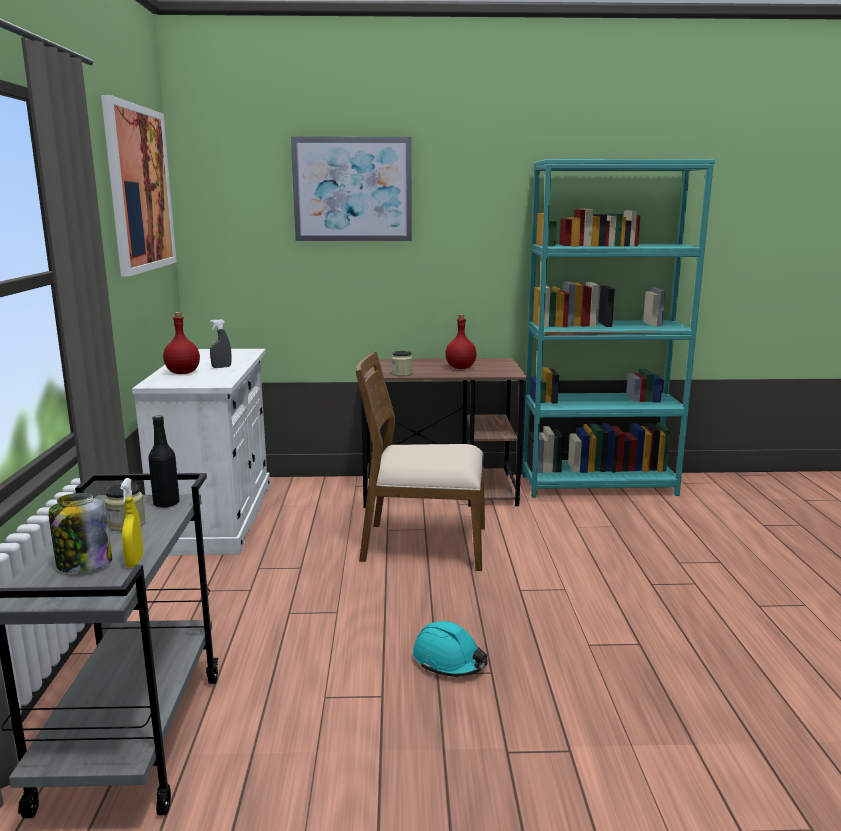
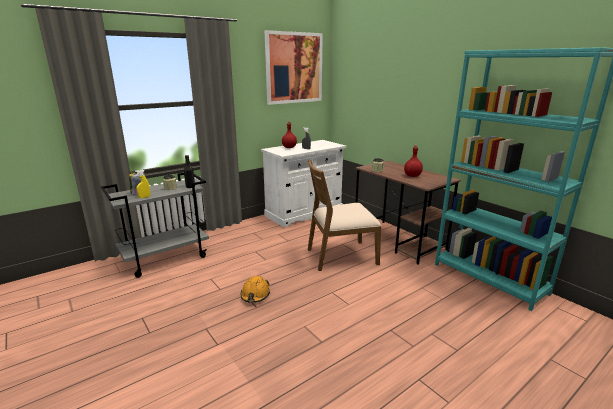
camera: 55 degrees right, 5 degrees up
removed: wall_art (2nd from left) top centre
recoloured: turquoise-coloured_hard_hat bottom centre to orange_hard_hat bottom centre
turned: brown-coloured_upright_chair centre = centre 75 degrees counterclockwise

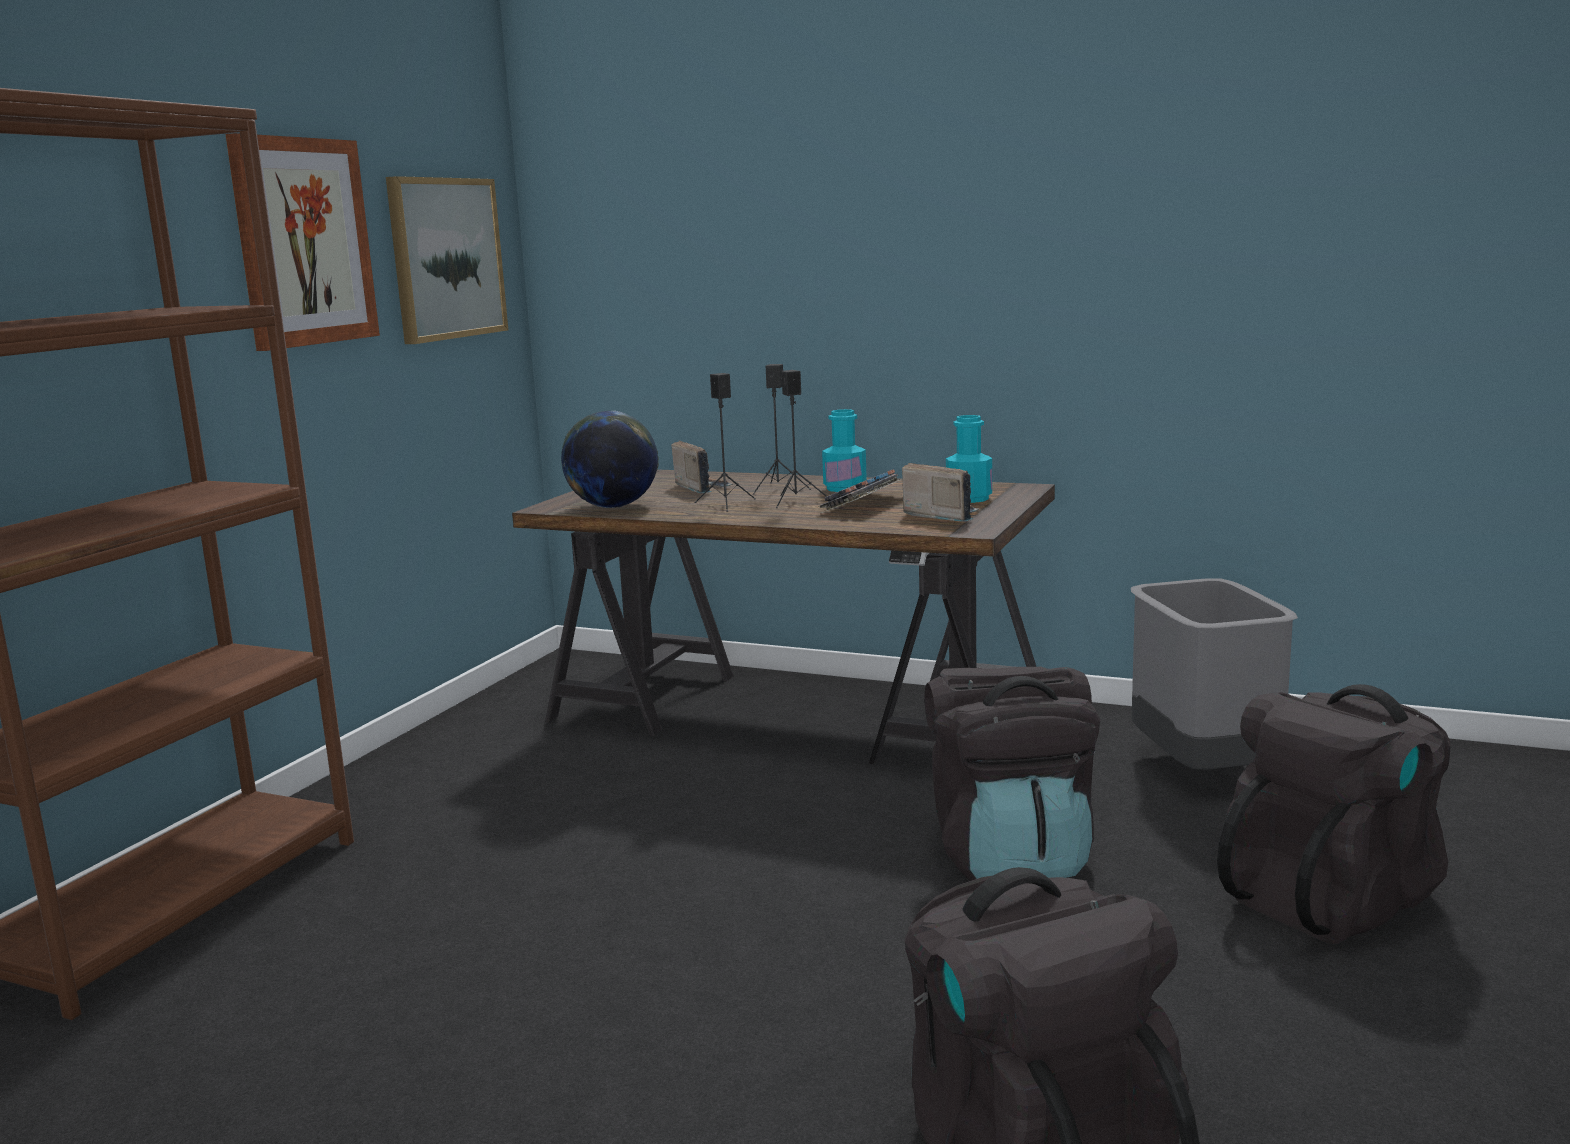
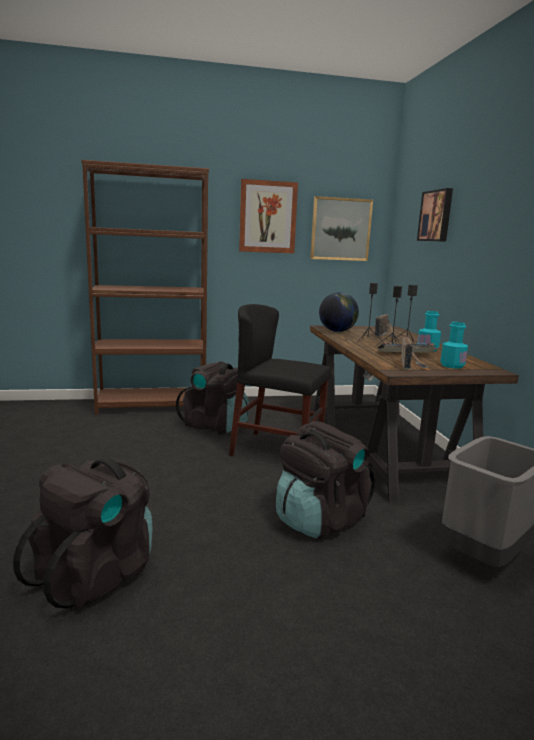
camera: 55 degrees right, 0 degrees up
added: blackish_upright_chair centre; wall_art (3rd from left) top right
moved: blackish_knapsack (3rd from left in the first image) bottom right to blackish_knapsack (2nd from left) centre

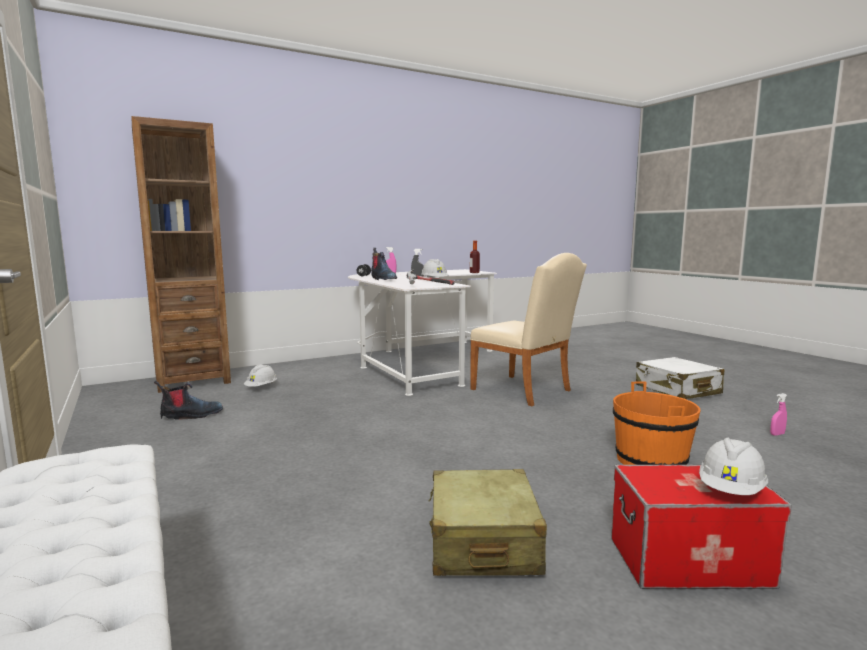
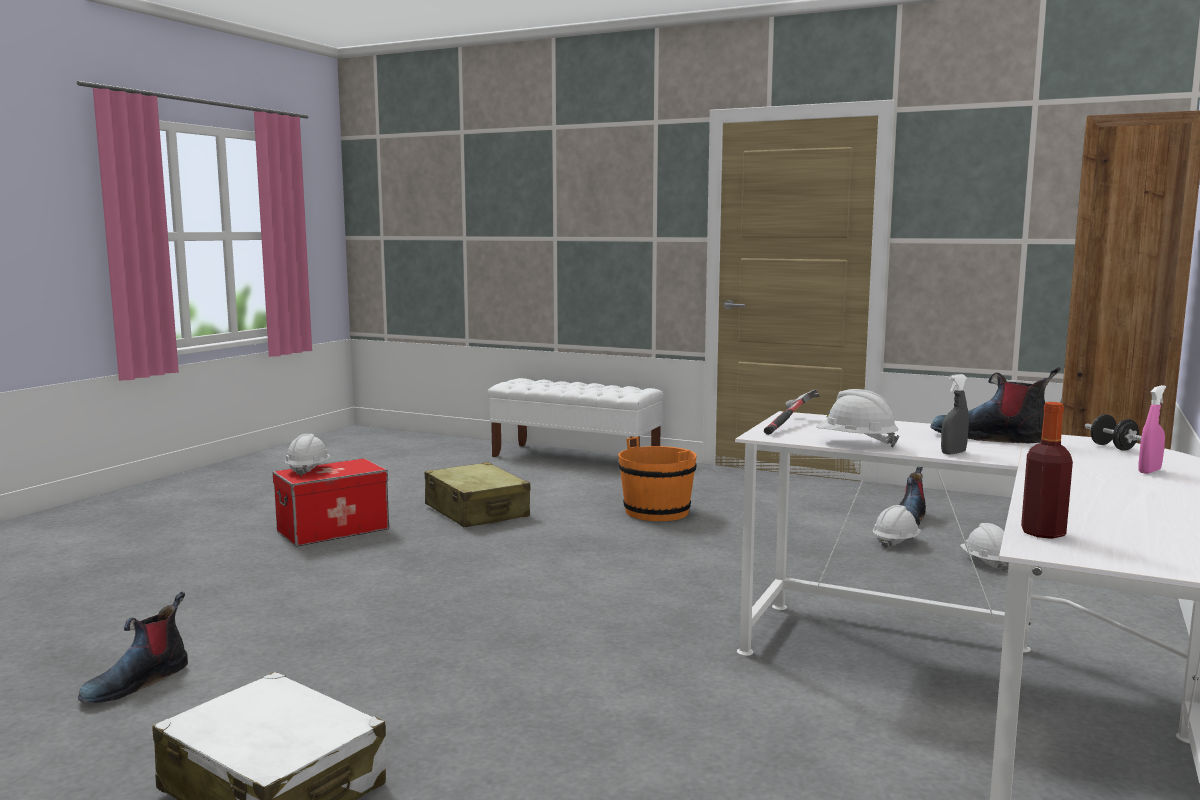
camera: 145 degrees right, 0 degrees up
removed: sand-coloured_upright_chair centre
added: white_hard_hat (3rd from left) middle right
moved: orange_pail middle right to centre
replaced: pink-coloured_spray_bottle (2nd from left) middle right to boot (1st from left) bottom left

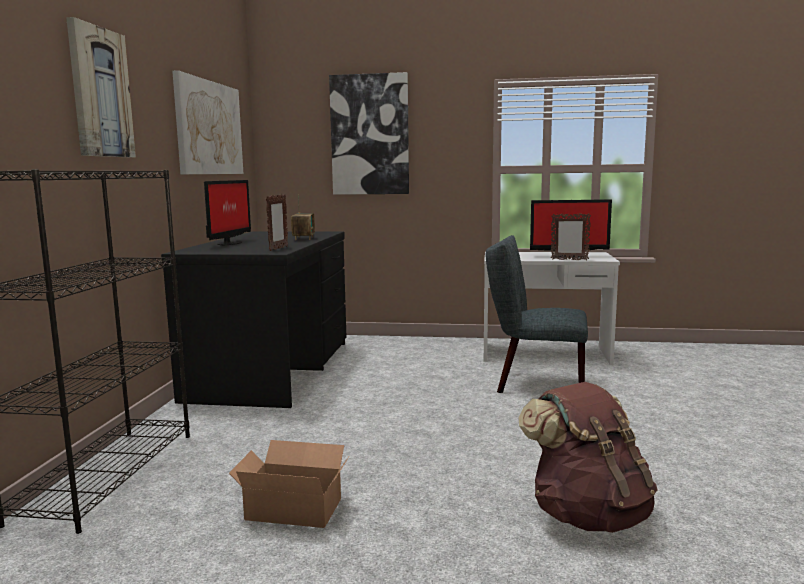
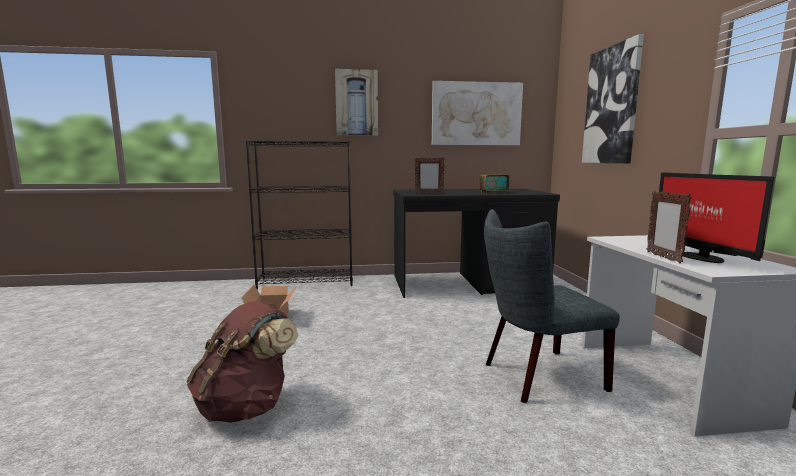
camera: 75 degrees right, 0 degrees up
removed: computer_display (1st from left) middle left
turned: grey_upright_chair middle right = middle right 105 degrees counterclockwise

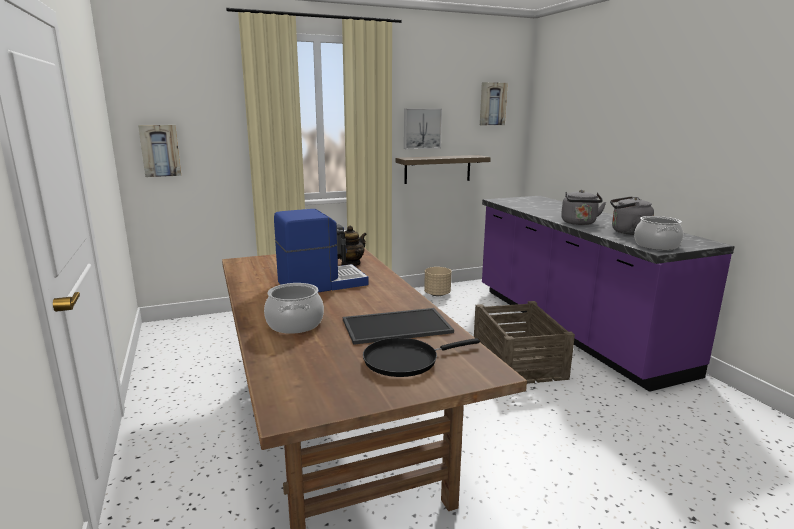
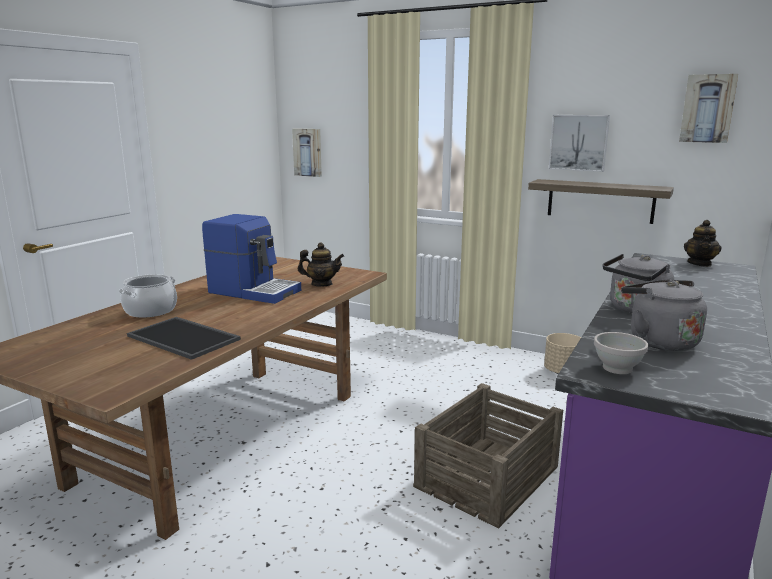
camera: 50 degrees right, 0 degrees up
removed: blackish_pan bottom centre
added: tea_pot (2nd from left) middle right
replaced: stockpot (2nd from left) middle right to white_serving_bowl middle right

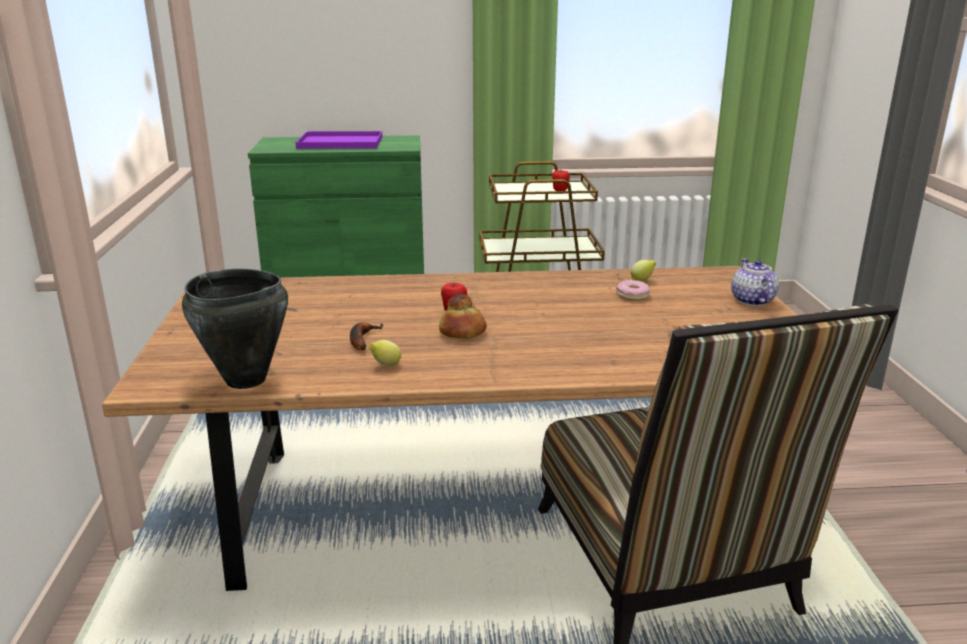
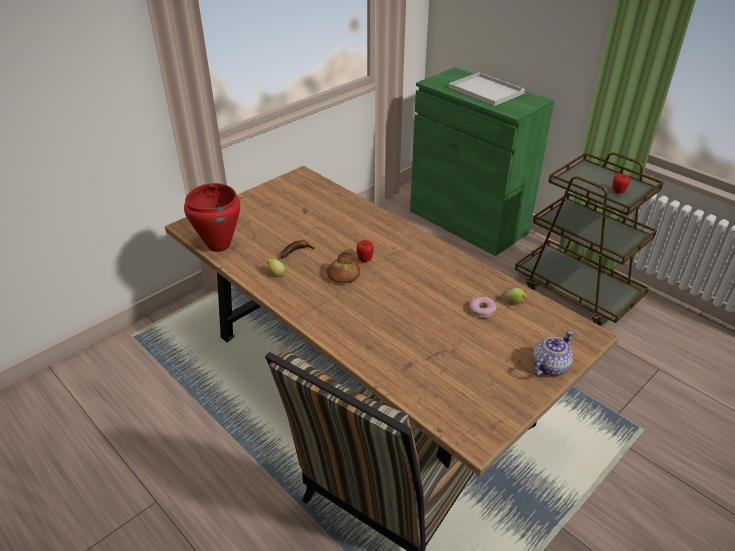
camera: 50 degrees right, 15 degrees up
recoloured: blackish_stockpot middle left to red_stockpot middle left; purple-coloured_serving_tray top centre to white_serving_tray top centre

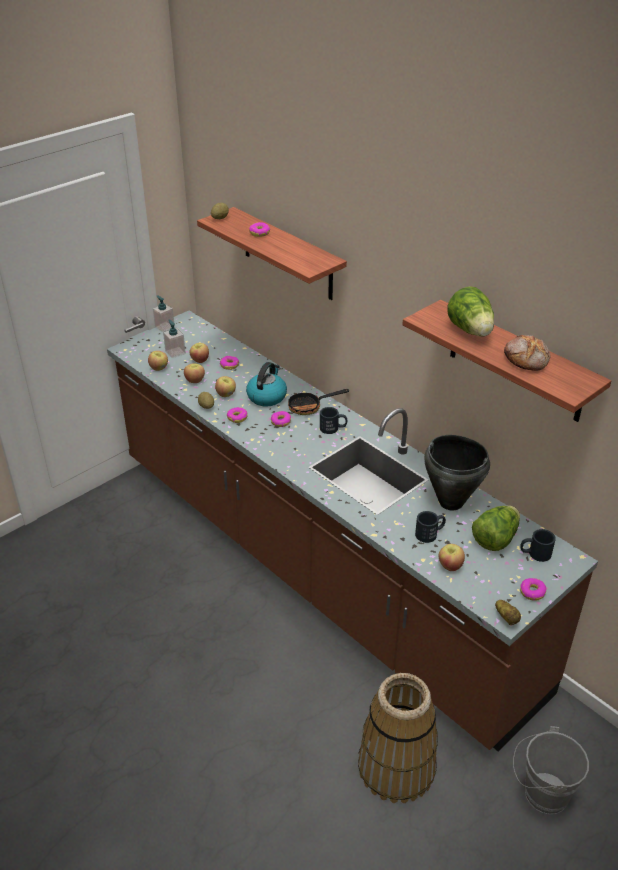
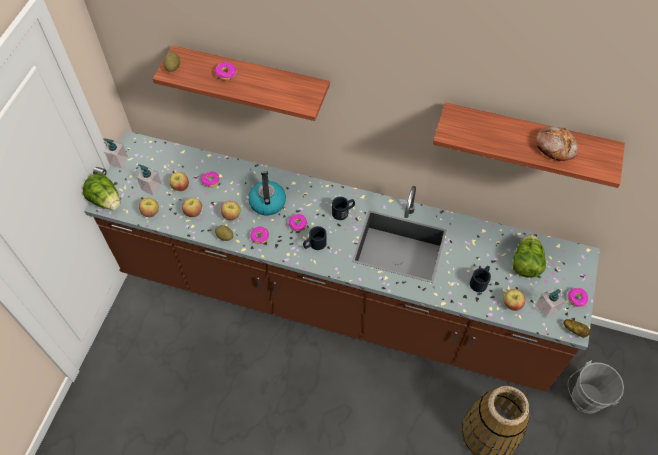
camera: 30 degrees left, 20 degrees up
removed: pan centre; blackish_stockpot middle right
added: soap_dispenser (3rd from left) middle right
moved: lettuce_head (1st from left) middle right to middle left; blackish_coffee_mug (3rd from left in the first image) middle right to blackish_coffee_mug (1st from left) centre

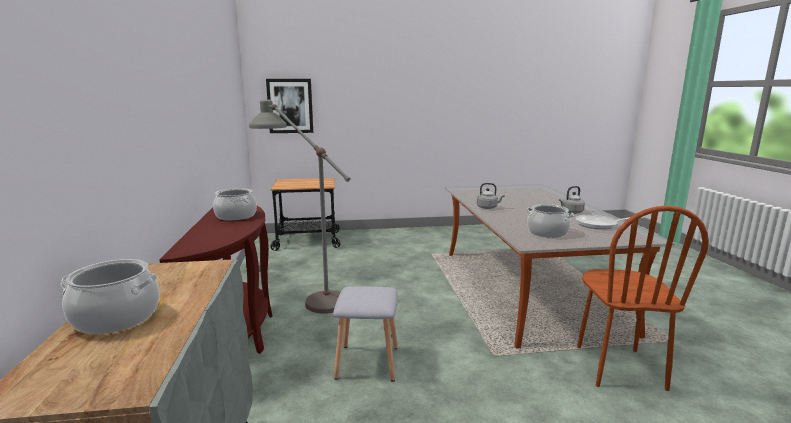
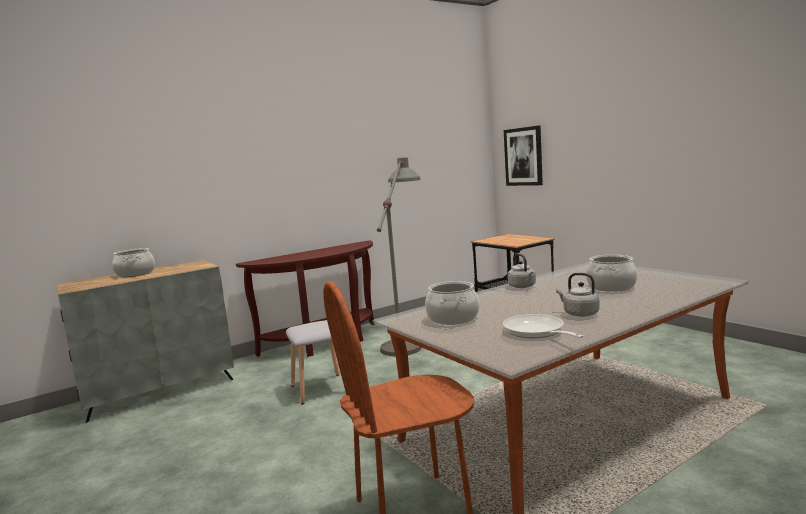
camera: 65 degrees right, 5 degrees down
moved: stockpot (2nd from left in the first image) middle left to stockpot (3rd from left) middle right

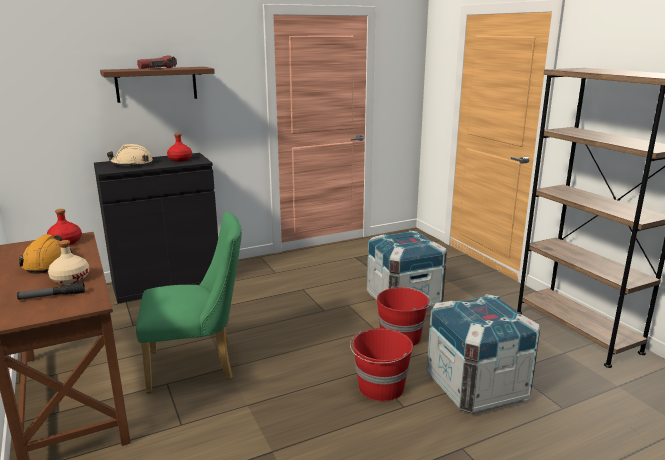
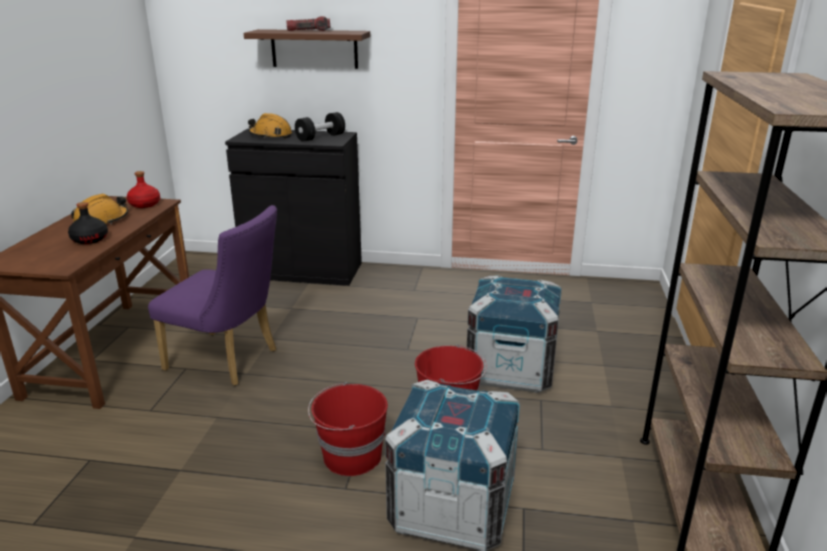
camera: 35 degrees right, 5 degrees up
removed: flashlight (1st from left) middle left
replaced: red_bottle (2nd from left) top left to blackish_dumbbell top centre
recoloured: sand-coloured_bottle middle left to blackish_bottle middle left; sand-coloured_hard_hat middle left to orange_hard_hat (2nd from left) top left; greenish_upright_chair middle left to purple-coloured_upright_chair middle left

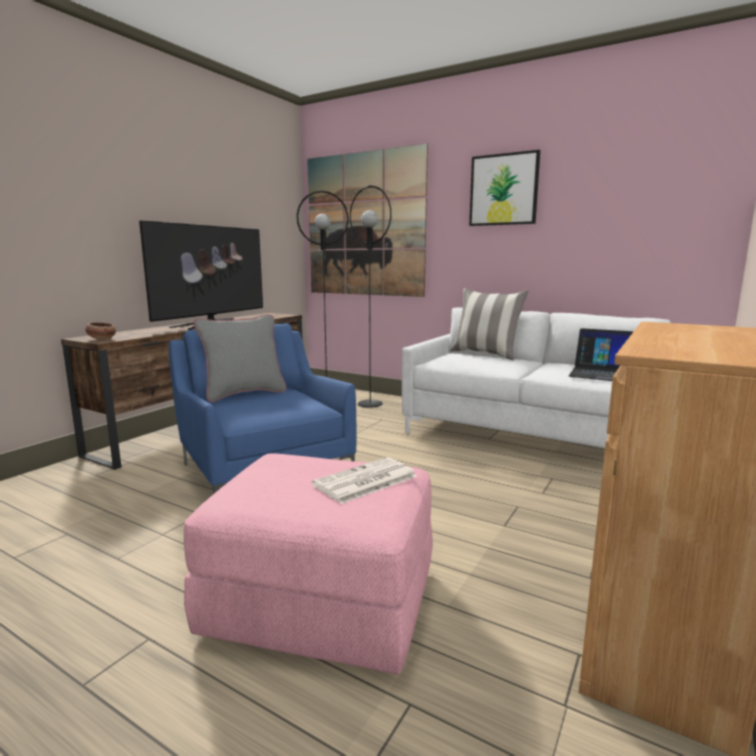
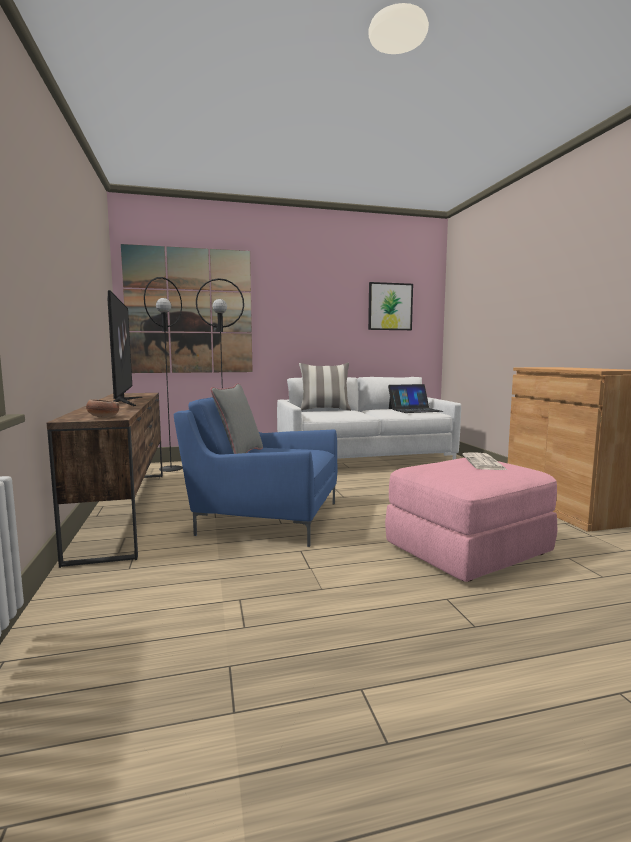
camera: 45 degrees left, 5 degrees down
moved: wall_art (2nd from left) top right to centre

